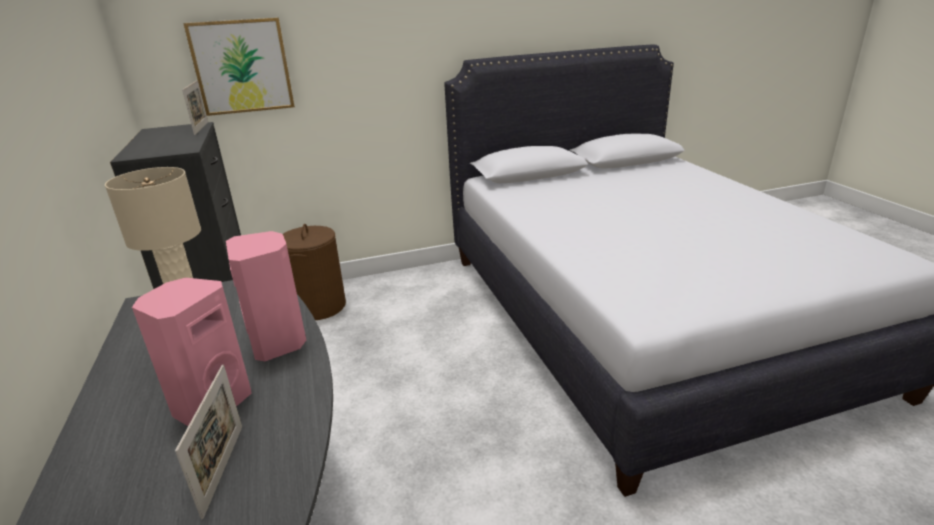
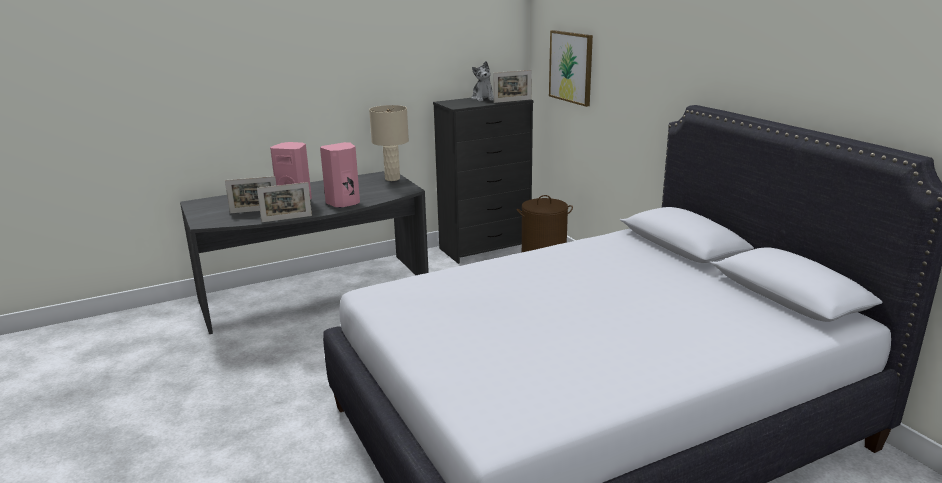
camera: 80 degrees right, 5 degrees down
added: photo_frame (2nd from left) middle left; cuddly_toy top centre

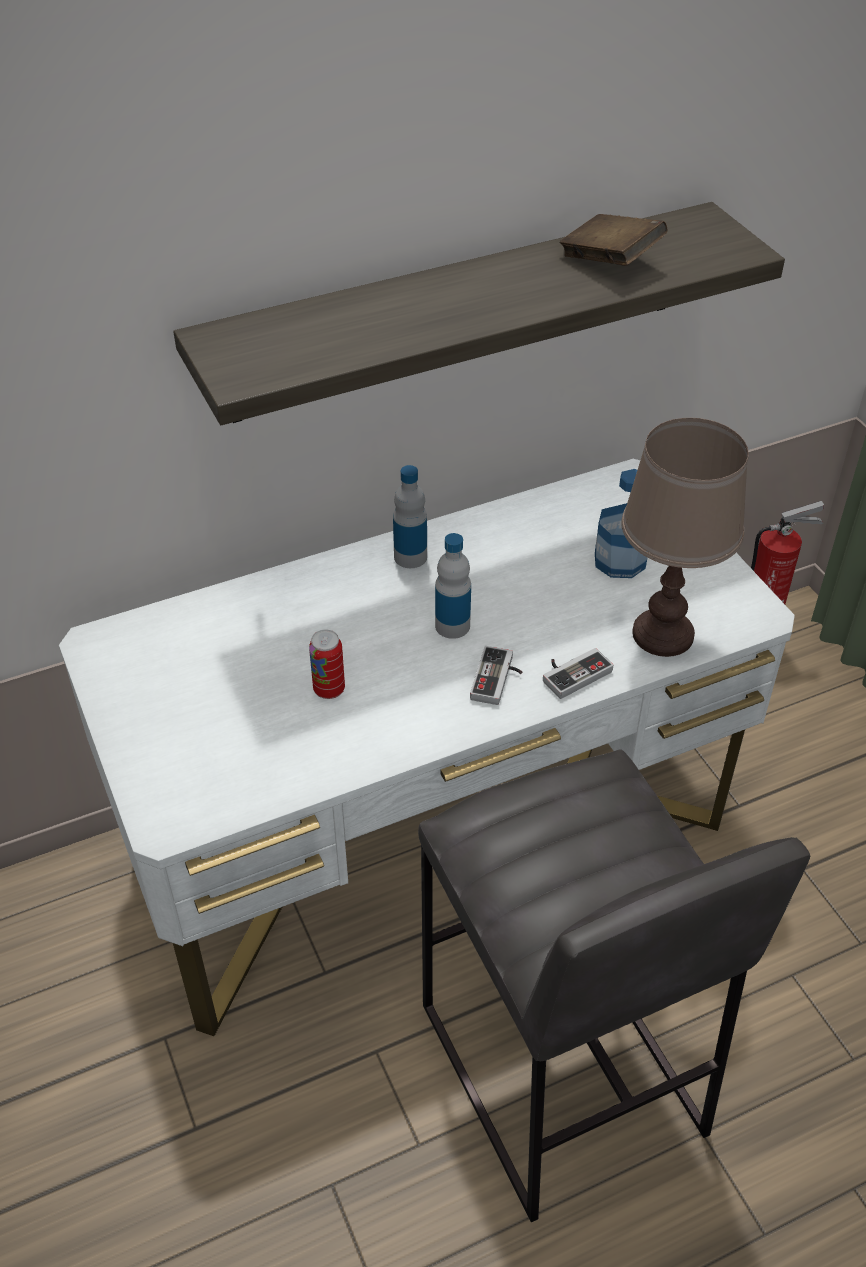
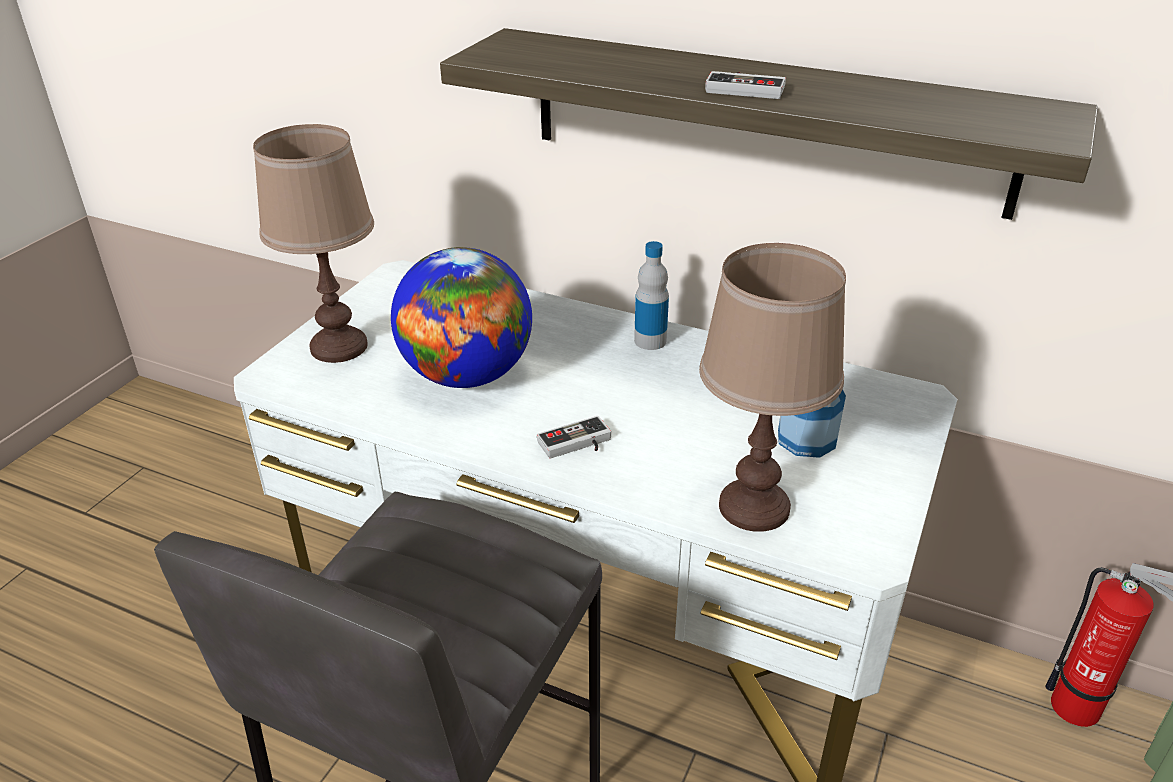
camera: 50 degrees right, 10 degrees down
removed: bottle (2nd from left) centre; brown-coloured_bound_book top right
added: brown-coloured_lamp_for_a_table (1st from left) top left
moved: gamepad (2nd from left) middle right to top centre
replaced: sealed_can centre to globe centre

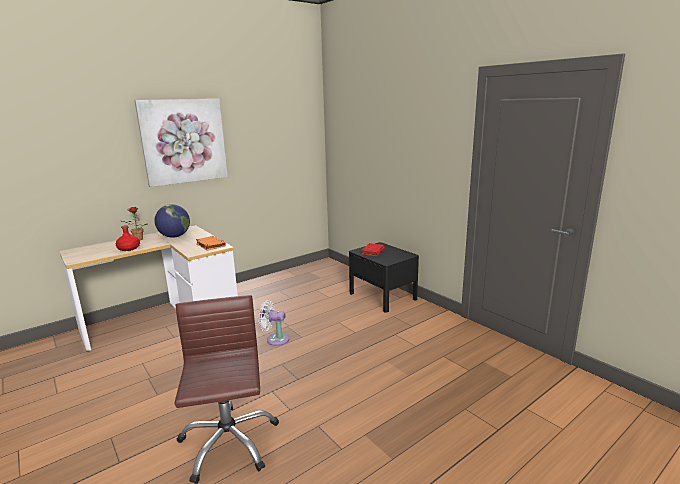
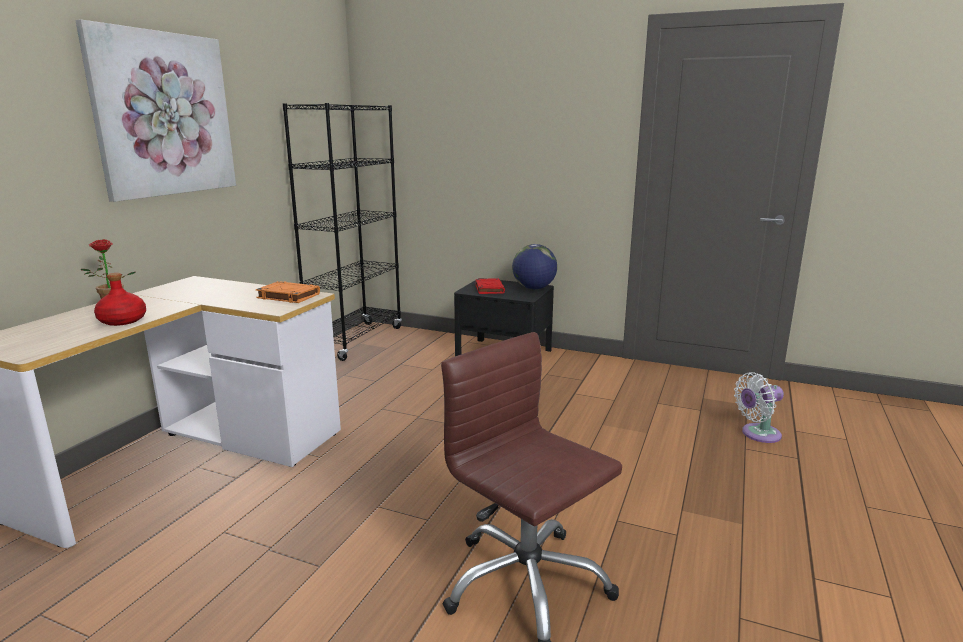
camera: 30 degrees left, 0 degrees up
added: blackish_shelving_unit centre
moved: globe middle left to centre; white_fan bottom centre to middle right

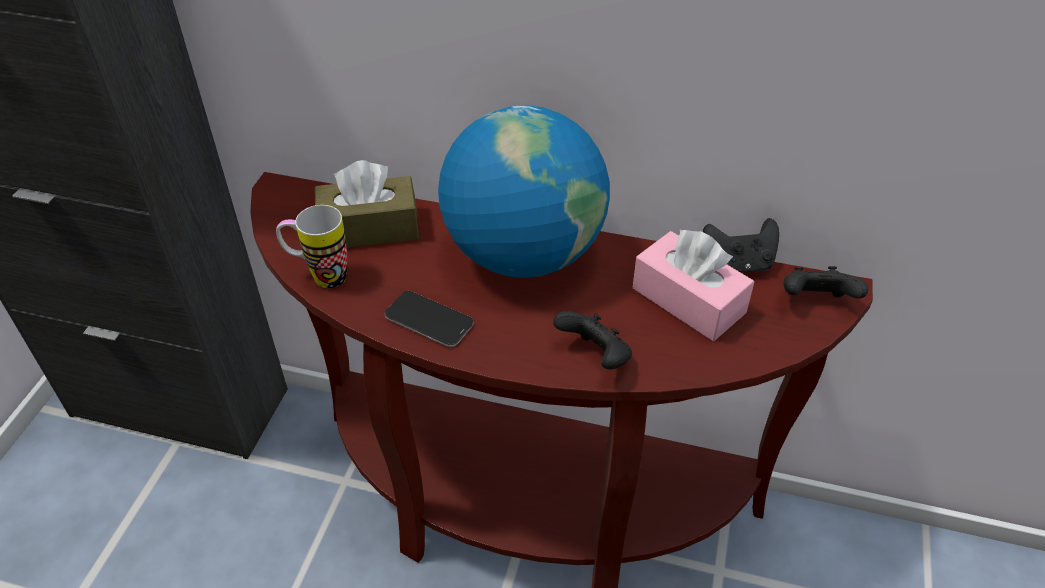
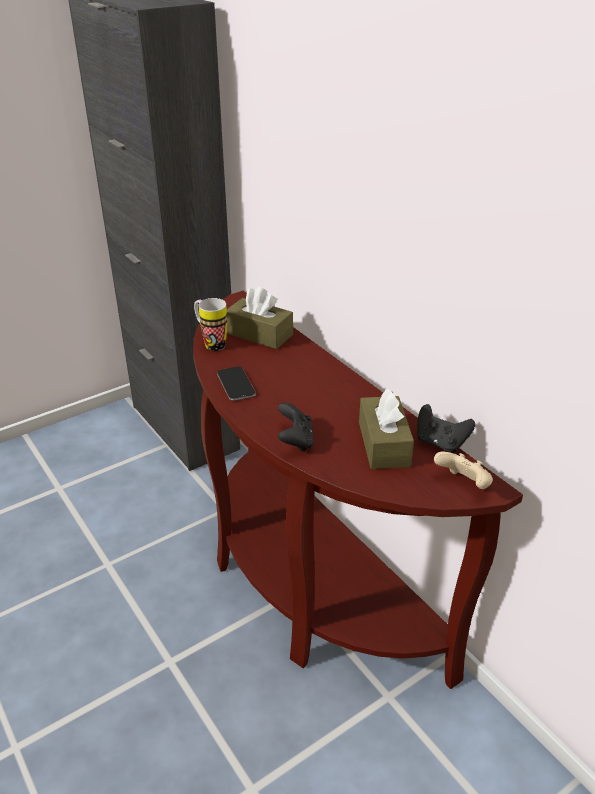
camera: 40 degrees right, 10 degrees down
removed: globe top centre
recoloured: pink-coloured_tissue_holder centre to brown-coloured_tissue_holder (2nd from left) centre; blackish_gamepad (3rd from left) middle right to sand-coloured_gamepad middle right

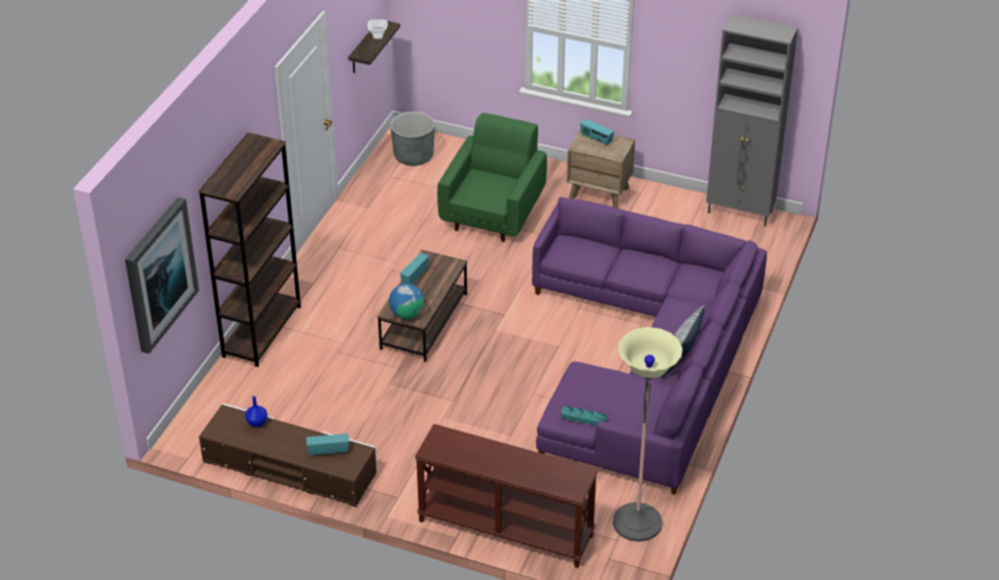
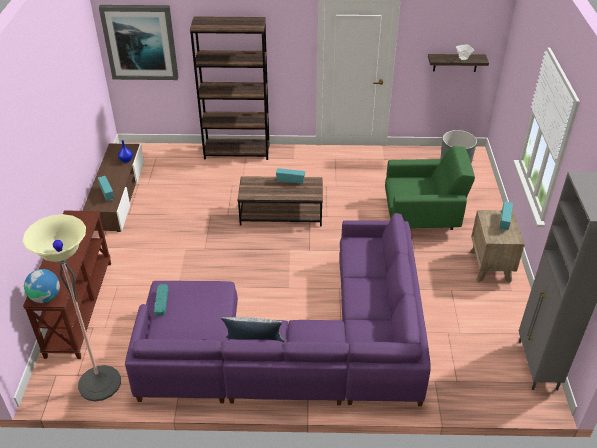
camera: 70 degrees right, 0 degrees up
moved: globe centre to middle left

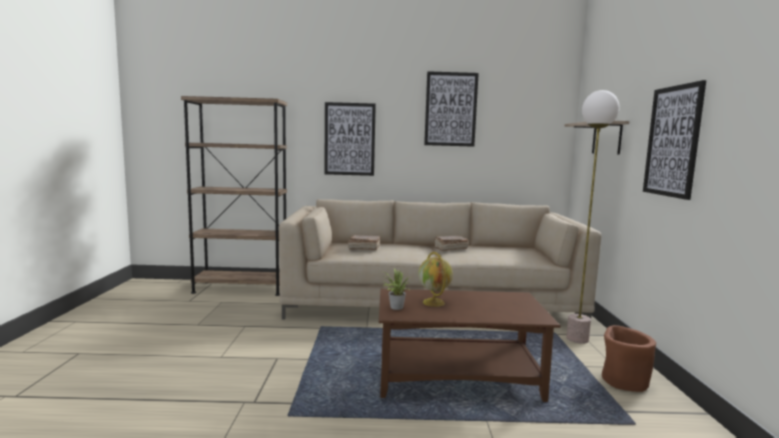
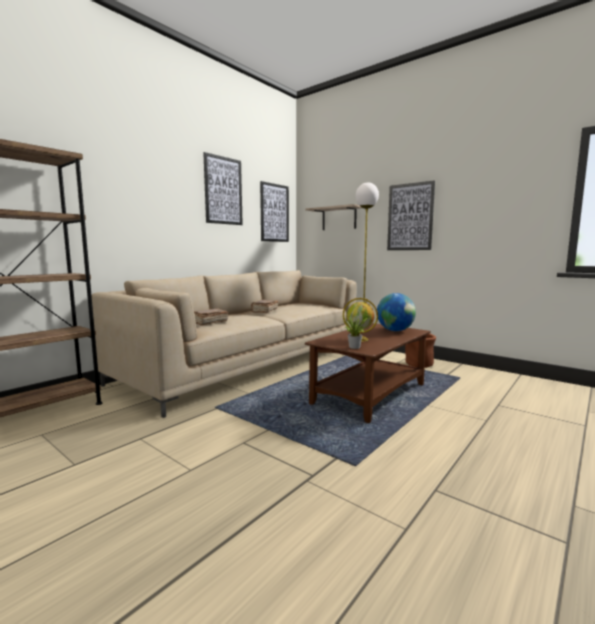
camera: 50 degrees left, 0 degrees up
added: globe (2nd from left) centre
moved: wall_art (1st from left in the first image) top centre to wall_art (2nd from left) centre

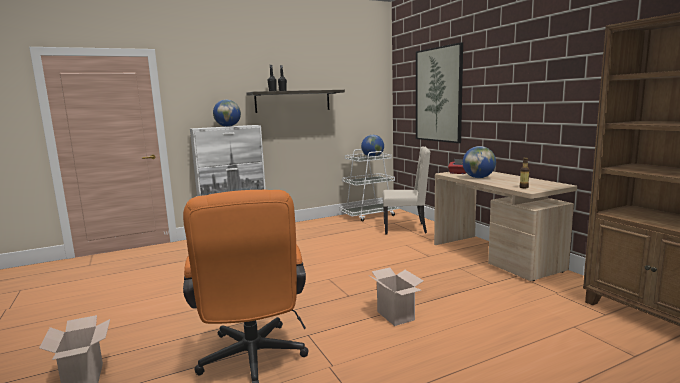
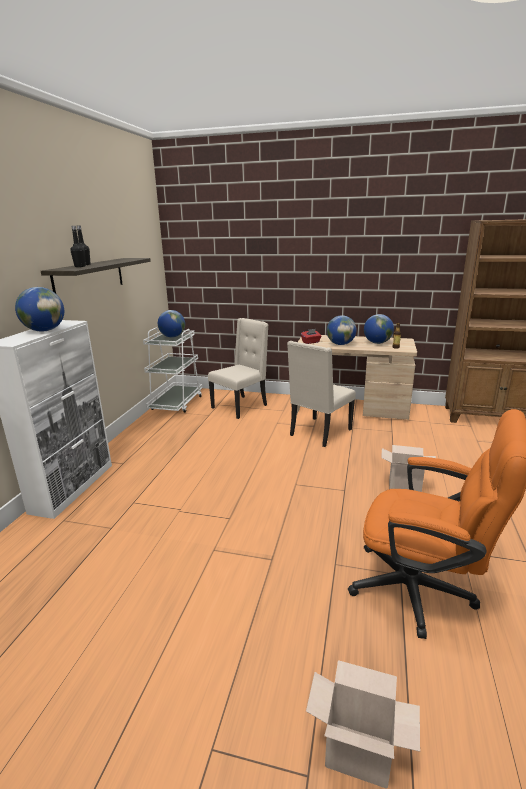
camera: 50 degrees left, 10 degrees up
removed: wall_art top centre
added: sand-coloured_upright_chair (2nd from left) centre; globe (4th from left) middle right

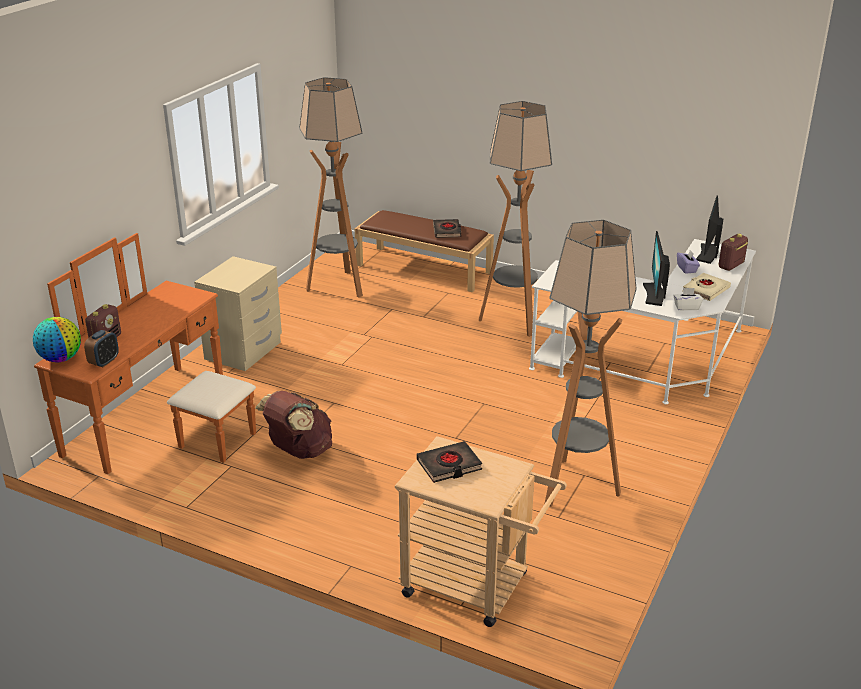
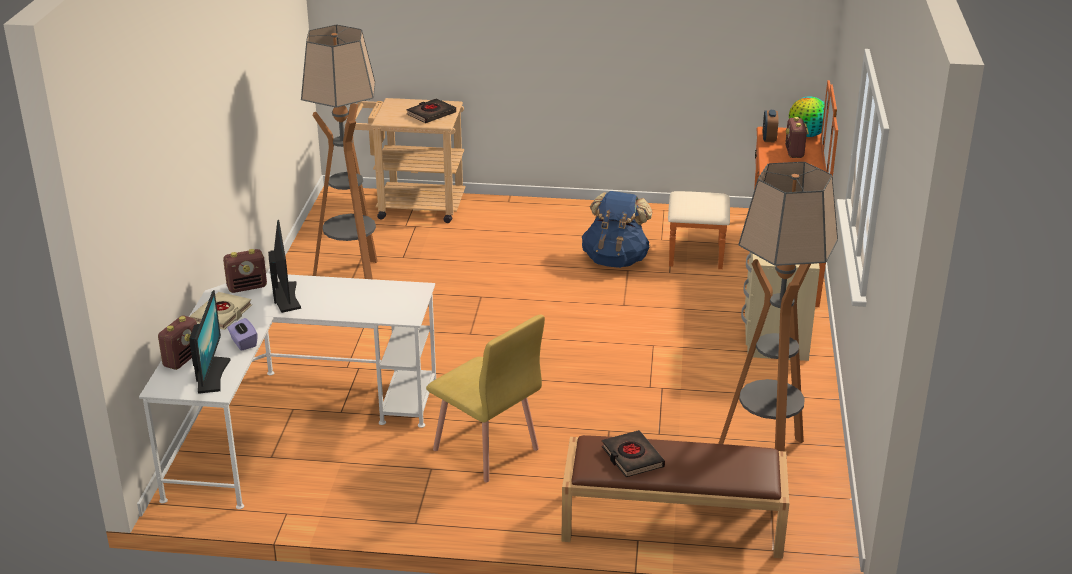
camera: 160 degrees right, 0 degrees up
replaced: standard_lamp (2nd from left) top centre to yellowish_upright_chair bottom centre; white_tissue_holder middle right to radio (2nd from left) middle left
recoloured: brown-coloured_knapsack centre to blue_knapsack centre

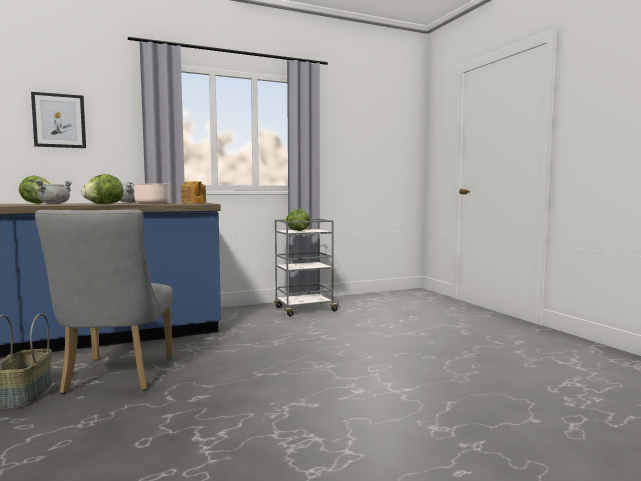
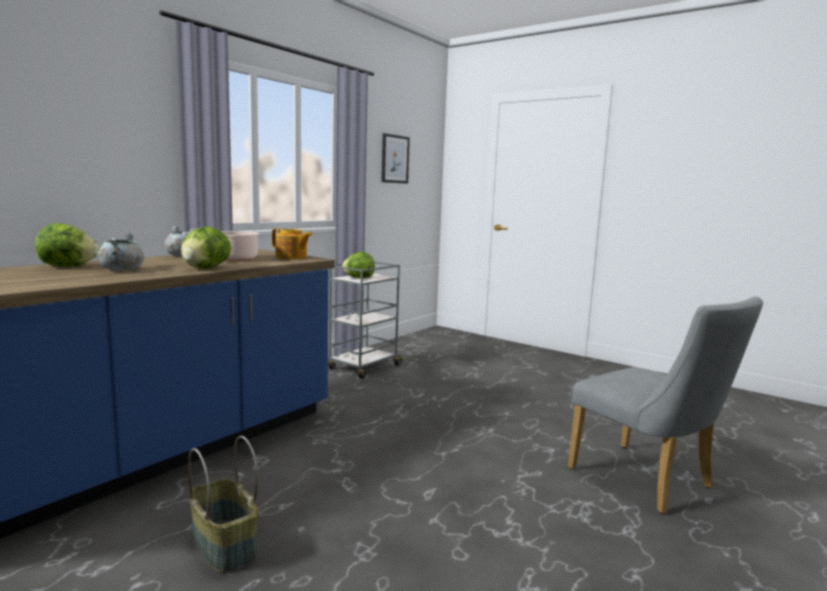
camera: 30 degrees left, 5 degrees up
moved: wall_art top left to top centre; grey_upright_chair middle left to bottom right

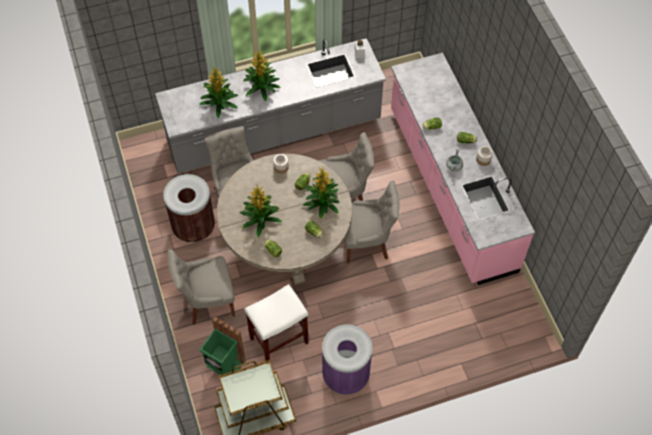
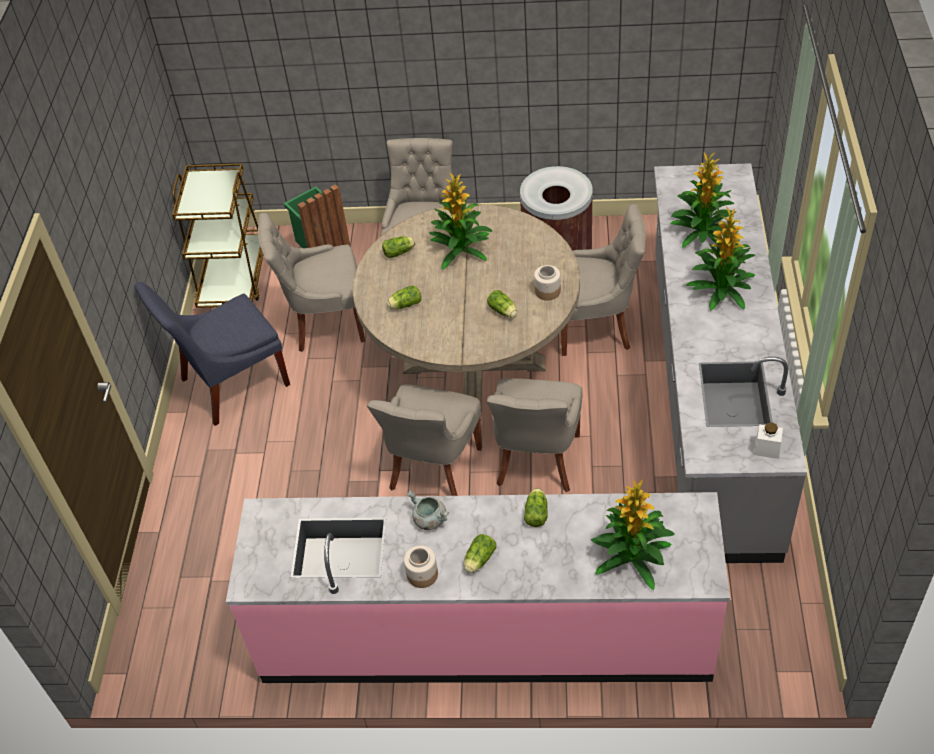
camera: 115 degrees right, 10 degrees down
moved: potted_plant (4th from left in the first image) centre to potted_plant (2nd from left) bottom right
replaced: white_sitting_stool bottom centre to grey_upright_chair (1st from left) middle left; purple-coloured_rubbish_bin bottom centre to blue_upright_chair middle left

